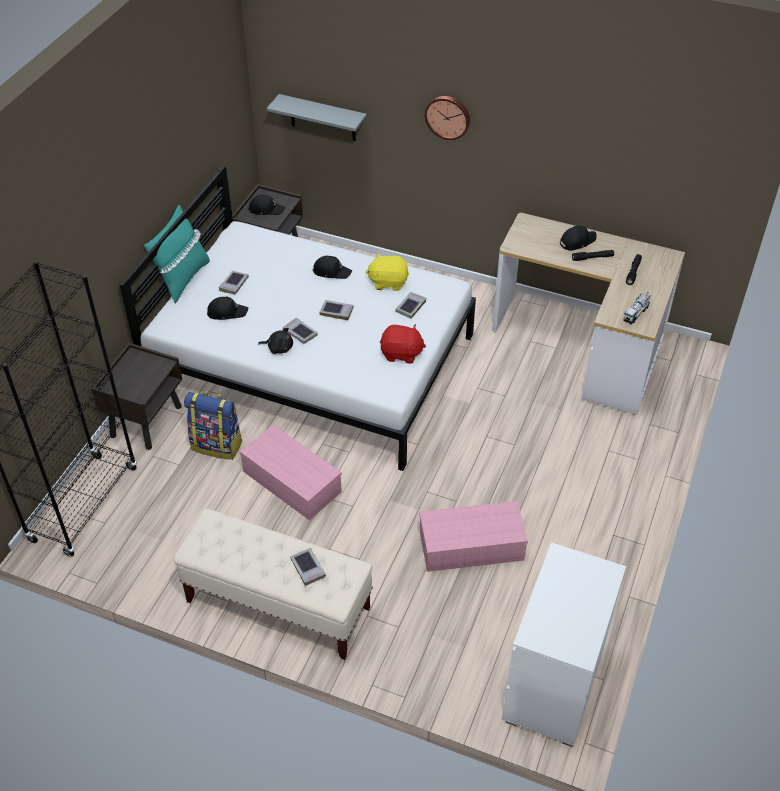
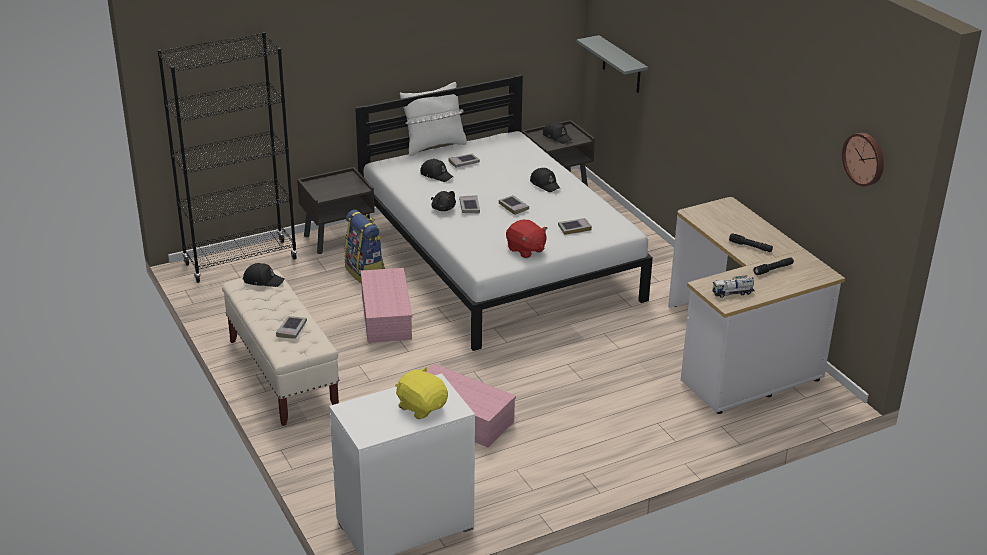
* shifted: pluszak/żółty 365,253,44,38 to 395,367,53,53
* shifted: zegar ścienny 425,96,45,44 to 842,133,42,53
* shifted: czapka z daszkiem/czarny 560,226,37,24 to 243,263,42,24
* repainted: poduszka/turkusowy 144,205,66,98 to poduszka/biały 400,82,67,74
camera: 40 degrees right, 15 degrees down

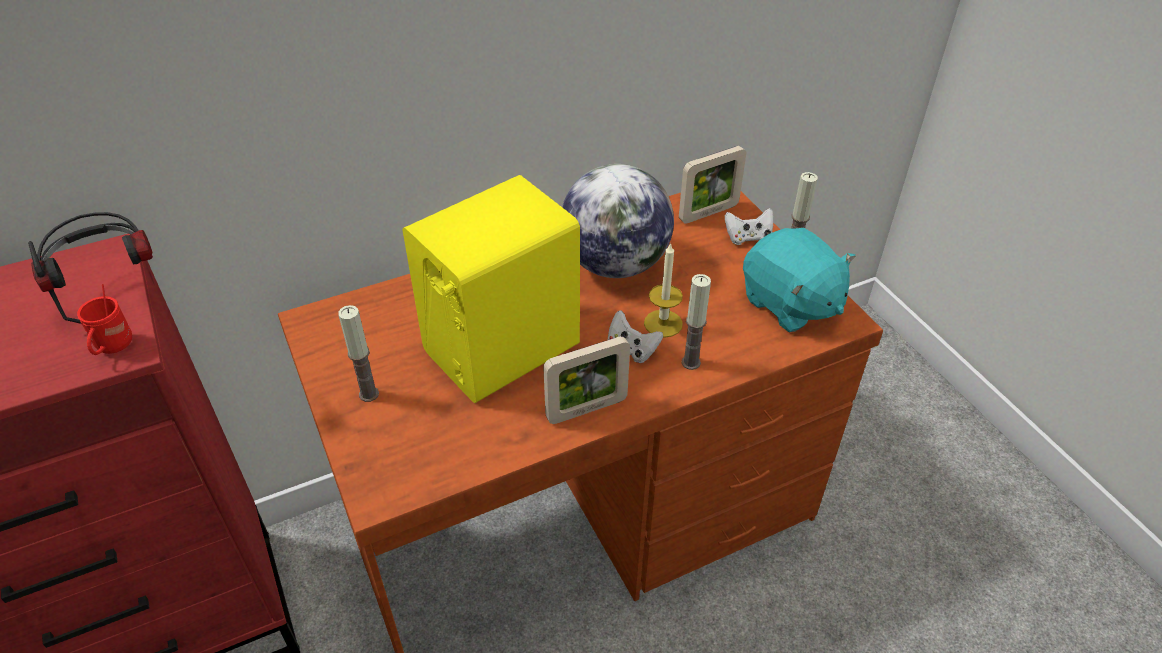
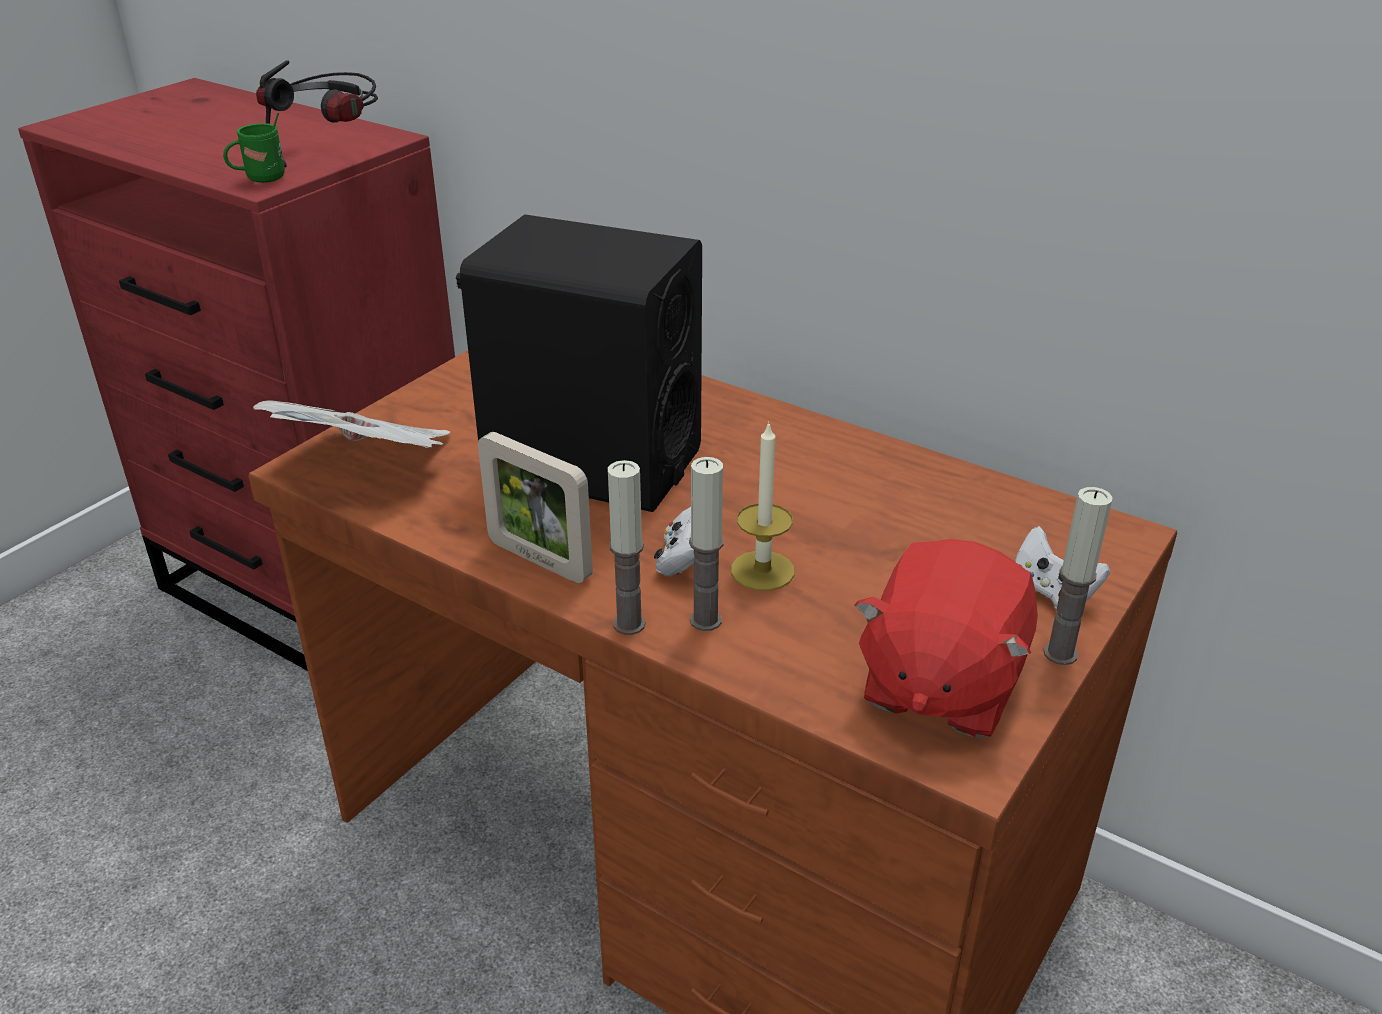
* gone: globus 562,164,112,114
* gone: ramka na zdjęcie 679,146,67,78
* new: gazeta 253,400,197,48
* shifted: świeca 338,305,41,97 to 608,460,38,175
* repainted: kubek/czerwony 77,284,55,71 to kubek/zielony 223,113,62,70
* repainted: głośnik/żółty 403,175,177,228 to głośnik/czarny 456,214,246,298
* repainted: pluszak/turkusowy 743,228,112,104 to pluszak/czerwony 854,539,184,198
camera: 60 degrees right, 10 degrees down

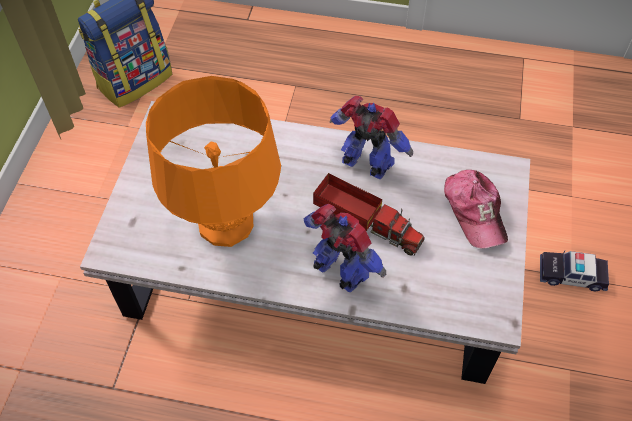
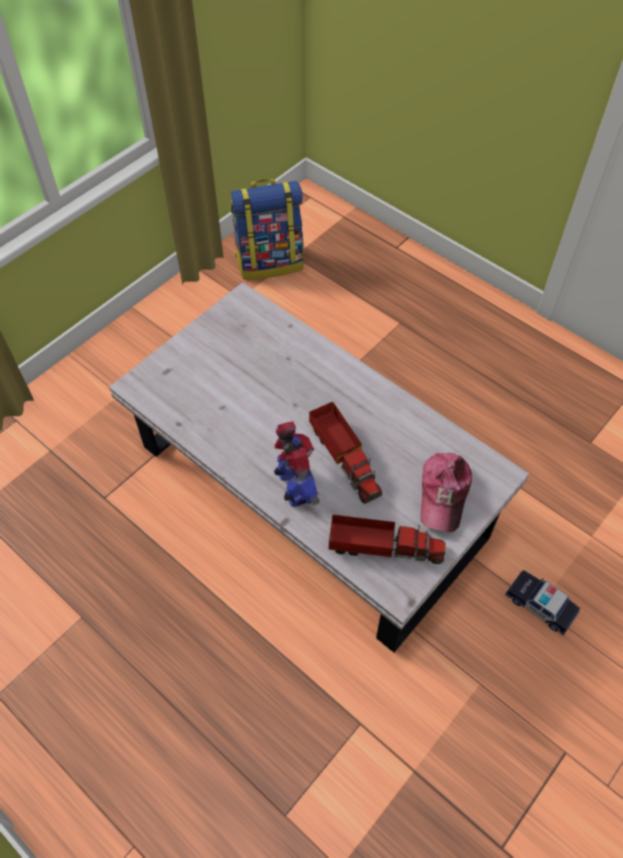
* gone: lampa stołowa/pomarańczowy 146,76,135,171
* gone: robot zabawkowy 330,96,83,83
* new: ciężarówka zabawkowa 329,515,117,49
camera: 30 degrees right, 0 degrees up

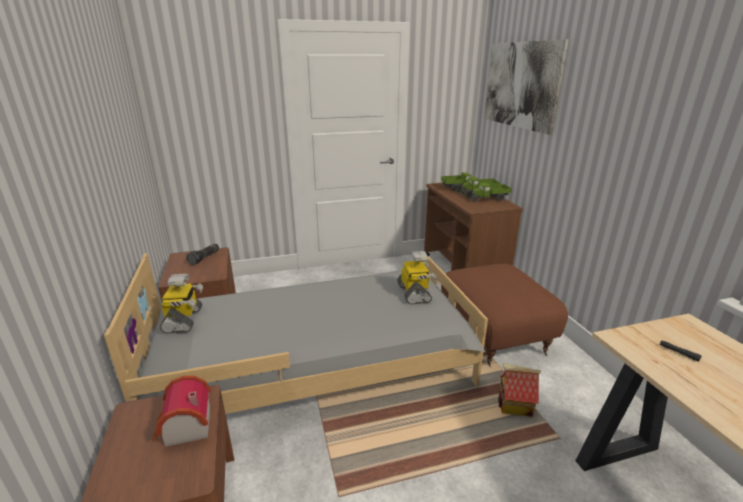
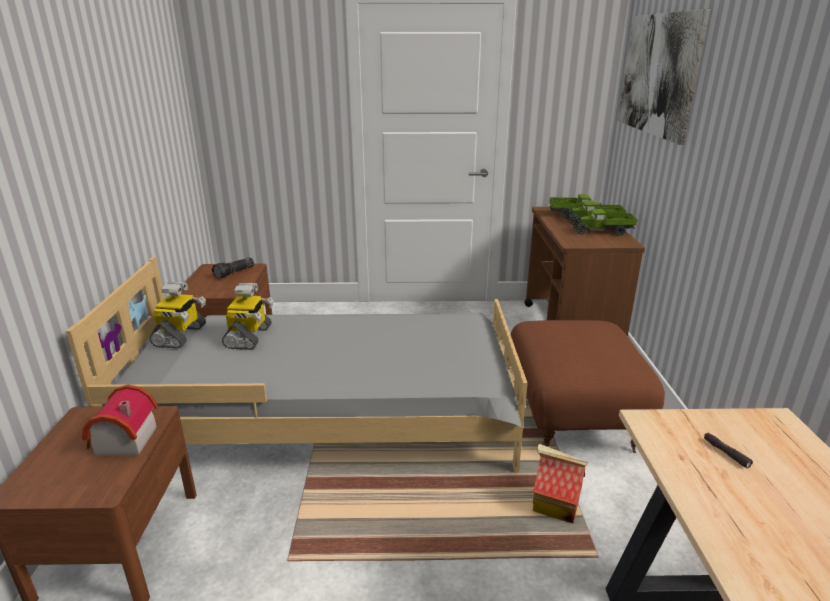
* shifted: robot zabawkowy 397,251,41,53 to 222,283,52,67
camera: 15 degrees right, 0 degrees up

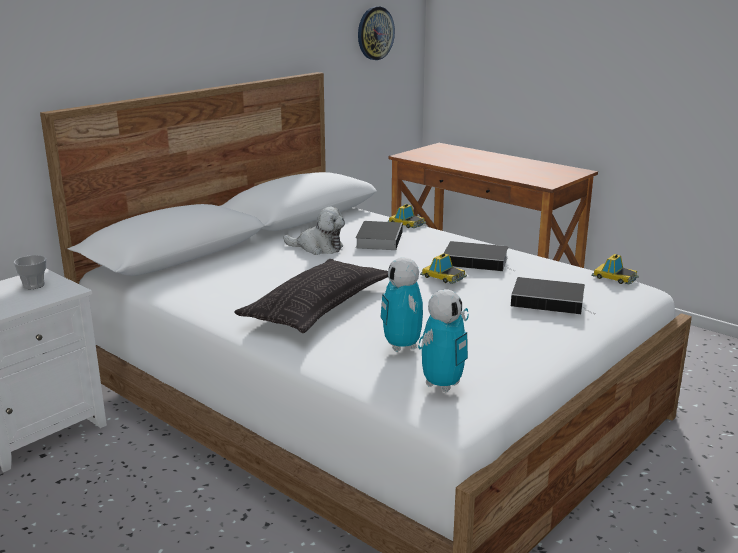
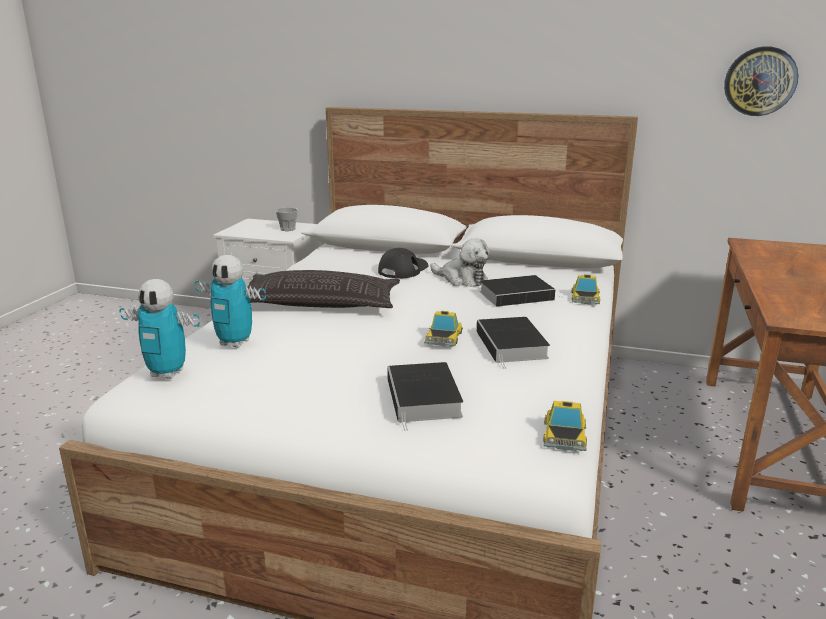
* new: czapka z daszkiem/czarny 378,248,51,31
* rotated: pluszak 283,207,62,48 = 430,238,60,49 45 degrees counterclockwise
* rotated: robot zabawkowy 381,257,42,95 = 195,255,71,93 120 degrees counterclockwise
camera: 65 degrees right, 0 degrees up

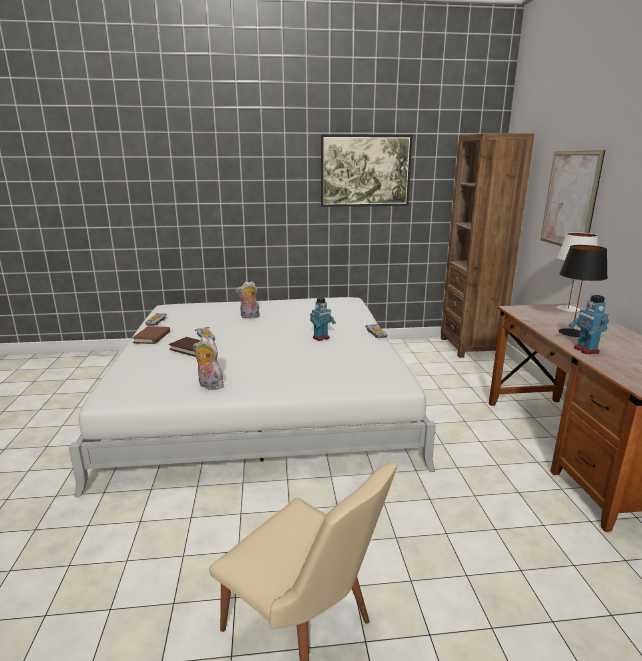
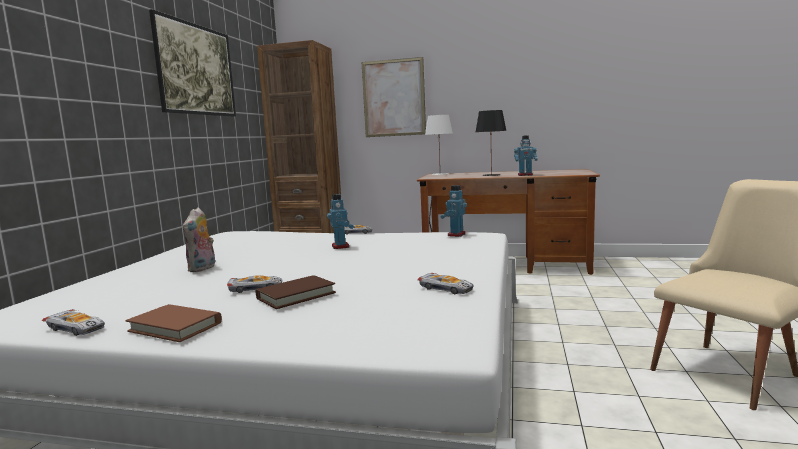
* new: robot zabawkowy 441,185,26,52
* swapped: pluszak 193,337,32,54 to samochodzik 418,273,55,21
camera: 70 degrees left, 10 degrees down

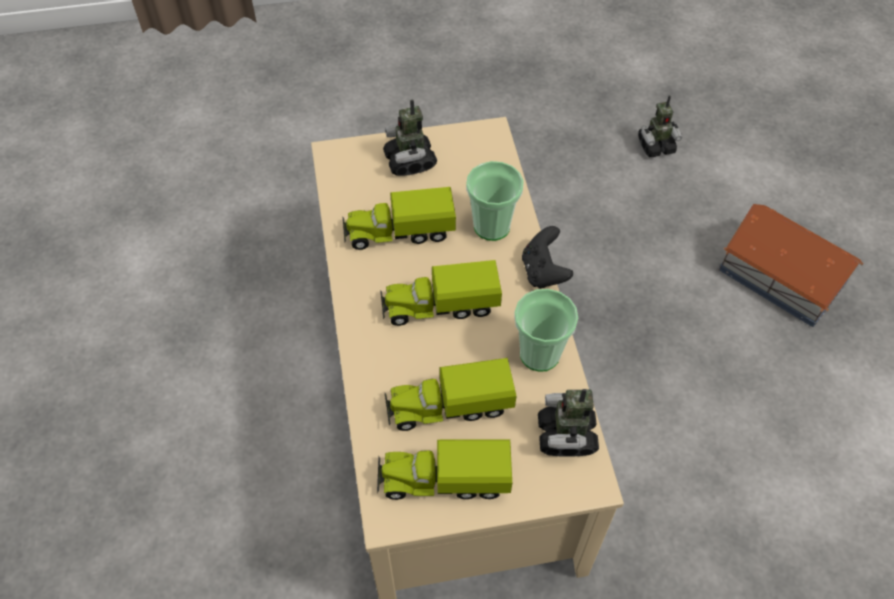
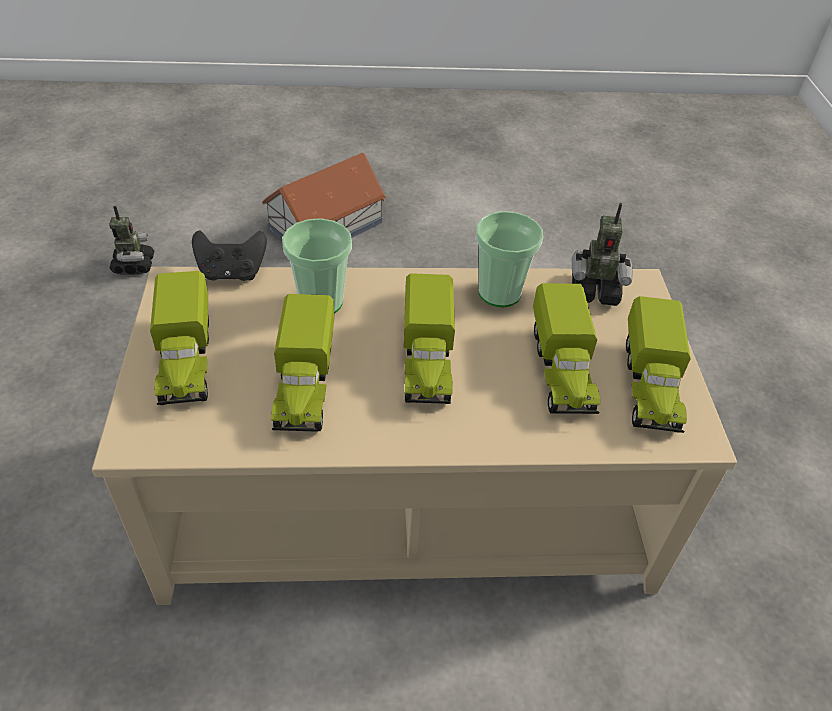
* shifted: pad do gier/czarny 522,226,51,63 to 192,230,75,51
* swapped: robot zabawkowy 383,100,54,76 to ciężarówka zabawkowa 150,271,59,134
camera: 85 degrees left, 10 degrees down

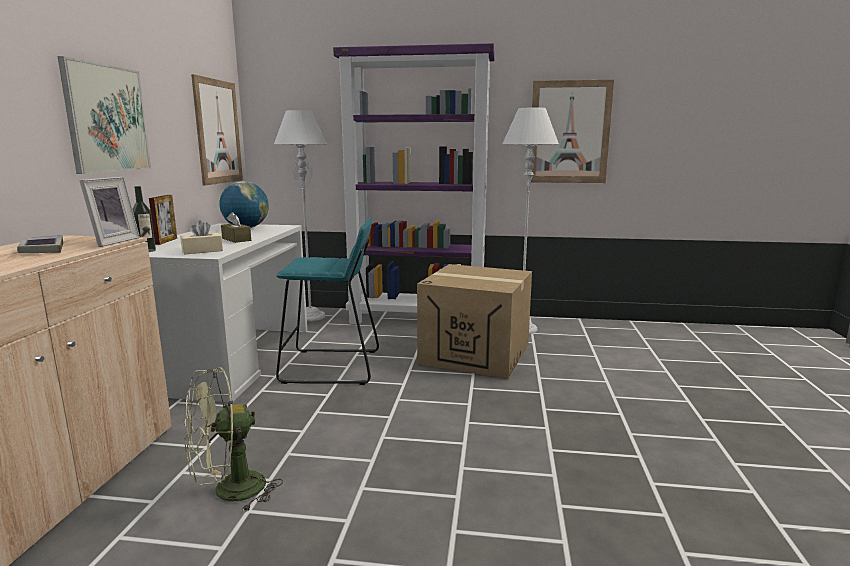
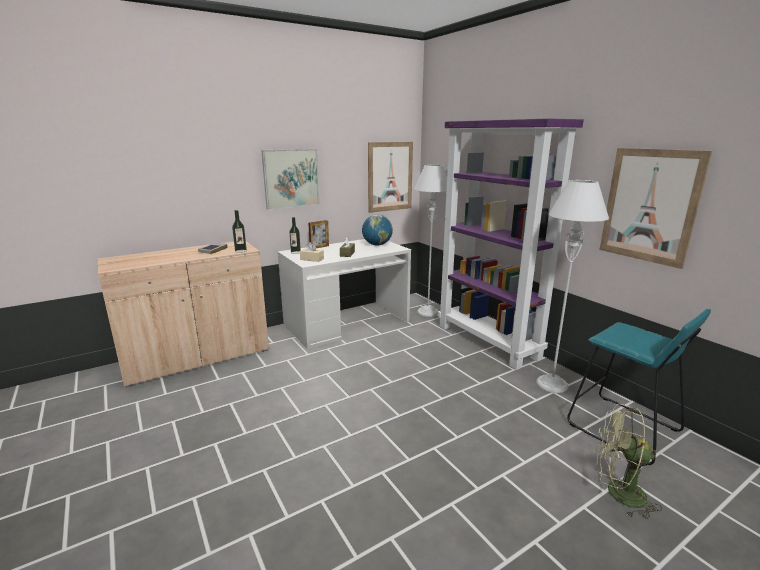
* gone: karton 417,264,115,115
* shifted: wentylator/zielony 184,367,99,146 to 595,404,67,115
* shifted: stołek/turkusowy 276,218,103,167 to 567,309,144,157
* swapped: ramka na zdjęcie 79,177,61,70 to butelka 232,210,15,43
camera: 50 degrees right, 5 degrees up

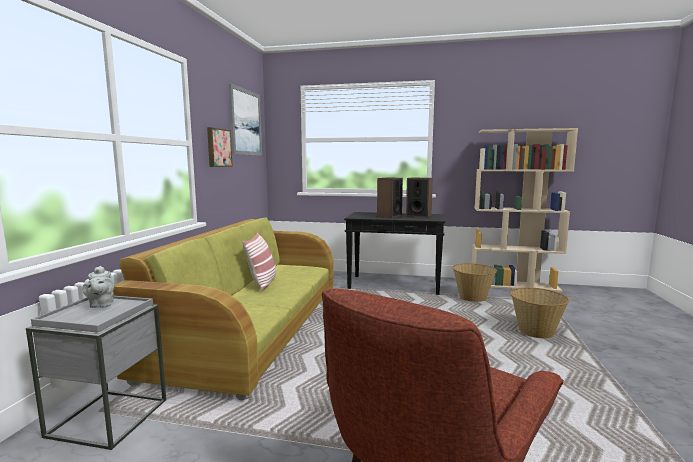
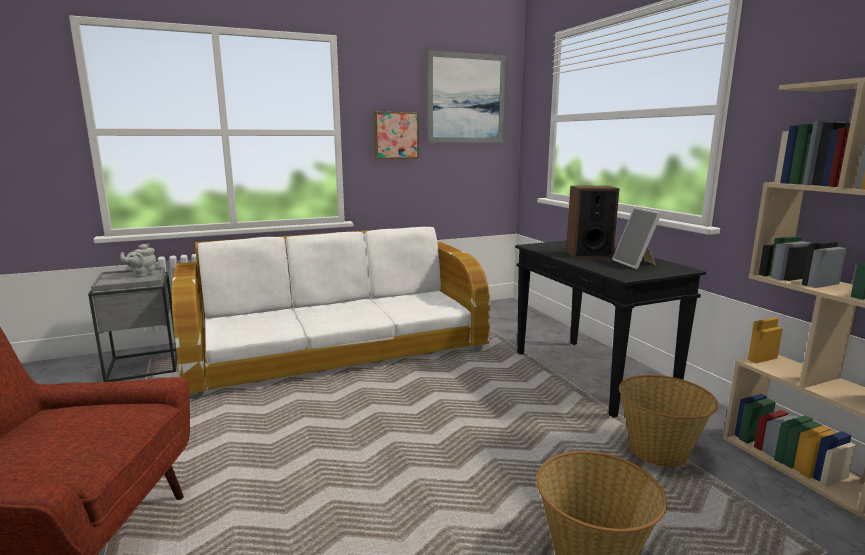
* gone: poduszka 243,233,33,58
* swapped: głośnik 406,178,27,40 to ramka na zdjęcie 612,207,49,62
* repainted: kanapa/zielony 113,218,221,182 to kanapa/biały 172,226,318,173
camera: 55 degrees right, 5 degrees up

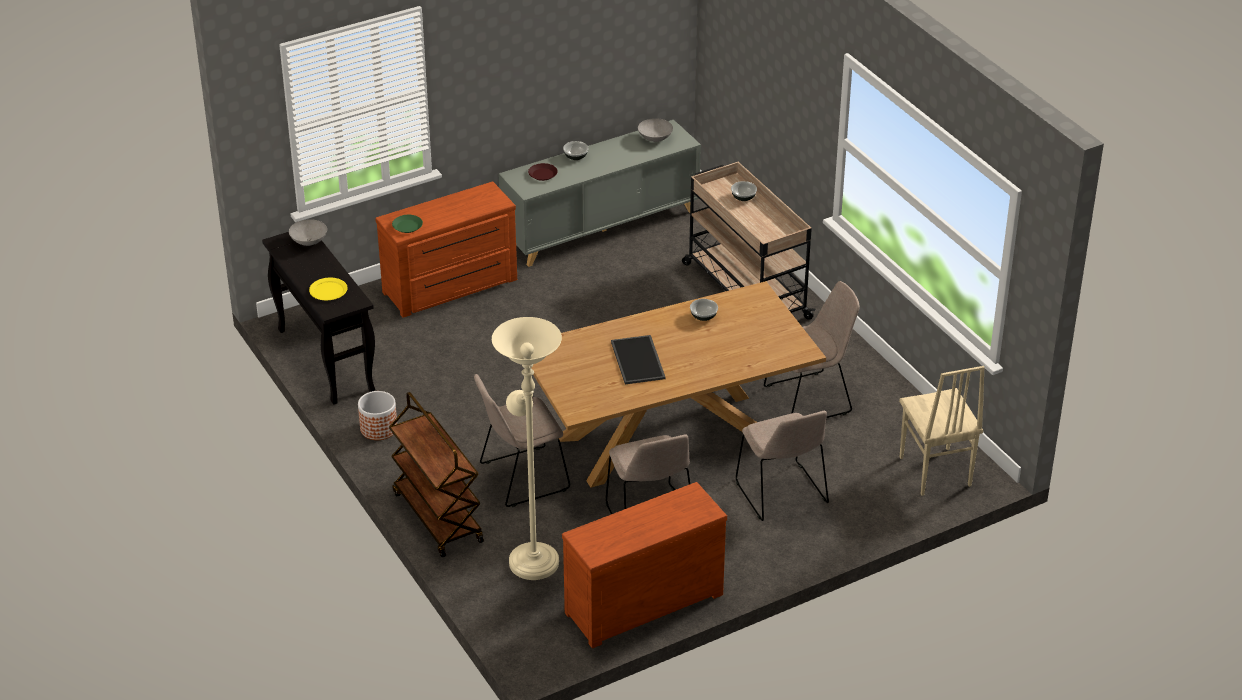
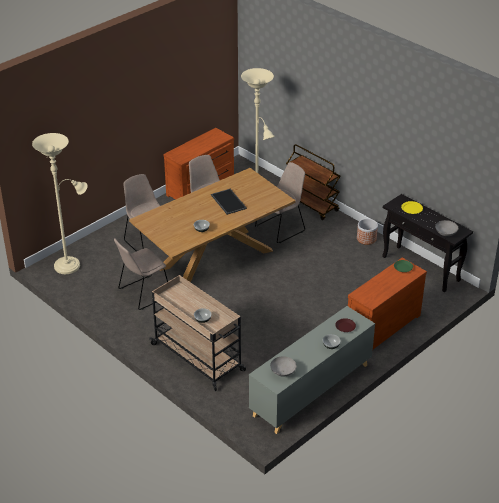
* swapped: krzesło/beżowy 899,366,86,130 to lampa stojąca/beżowy 32,133,56,141
camera: 165 degrees right, 0 degrees up

